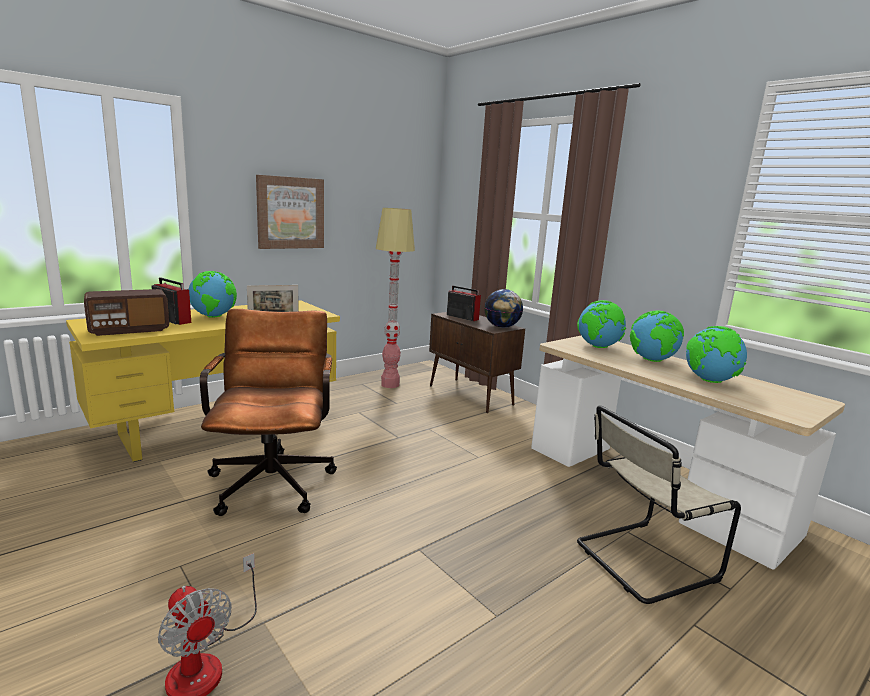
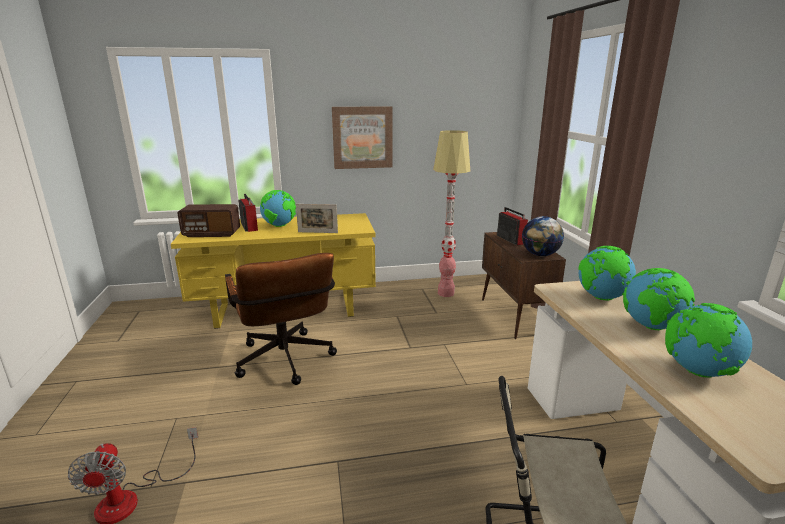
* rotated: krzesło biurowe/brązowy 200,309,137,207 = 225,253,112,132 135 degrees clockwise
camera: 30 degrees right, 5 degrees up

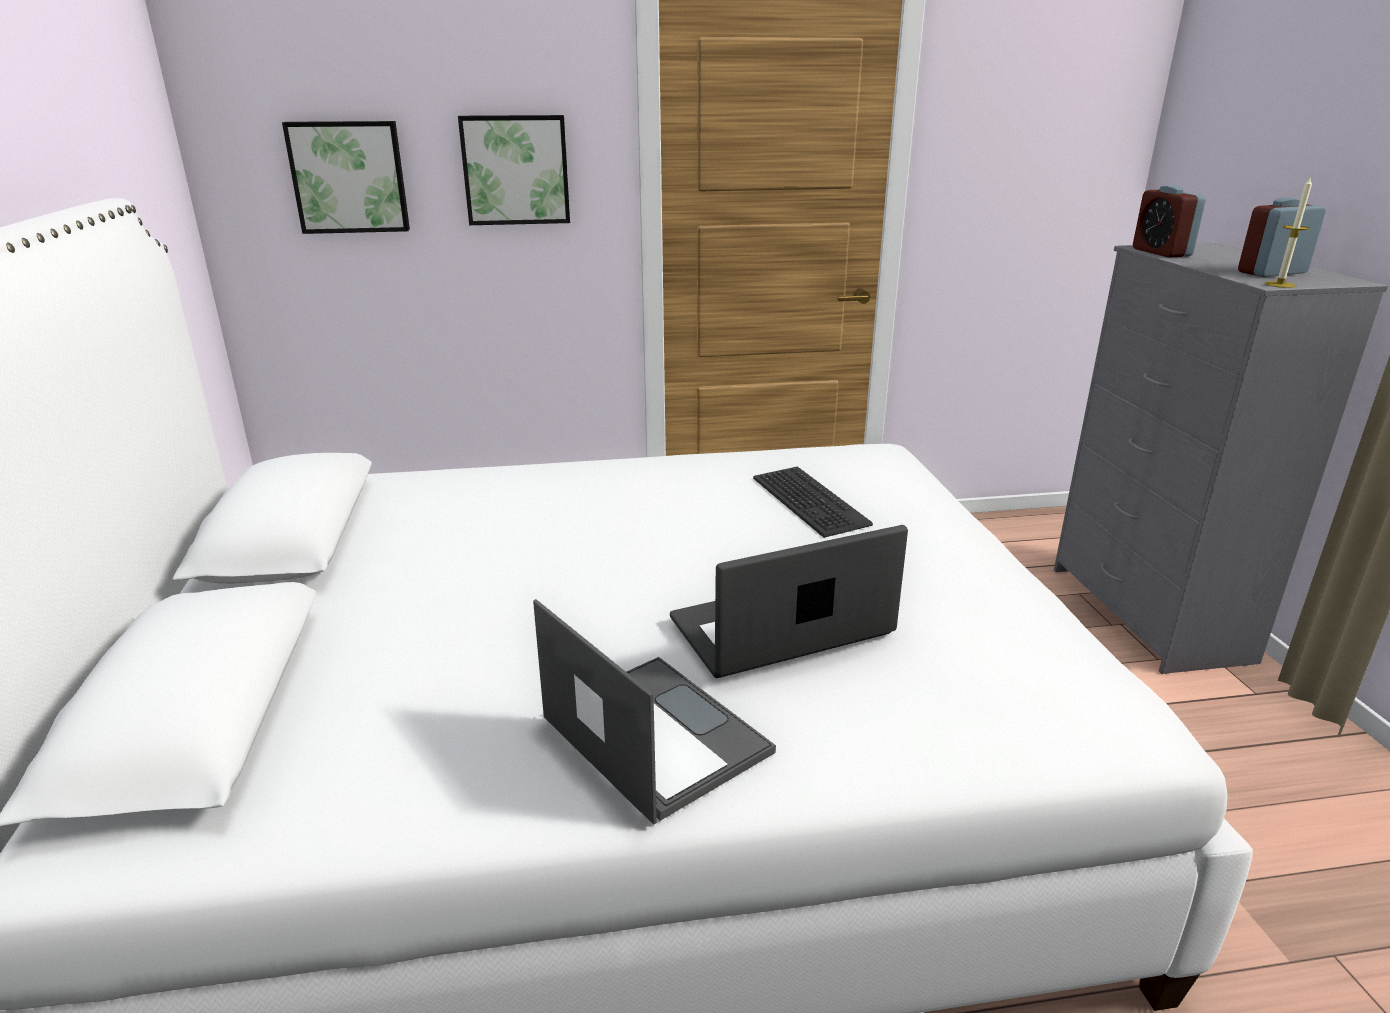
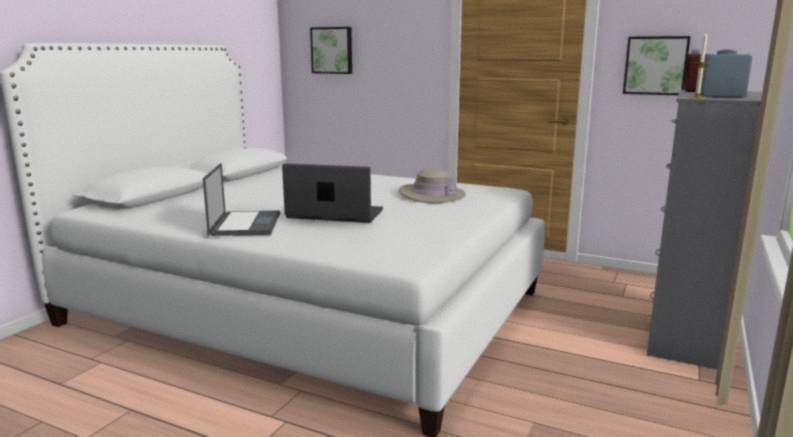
* shifted: obraz 458,115,112,110 to 623,36,68,59
* swapped: klawiatura 753,466,120,72 to kapelusz/beżowy 399,168,67,35
camera: 35 degrees right, 10 degrees down

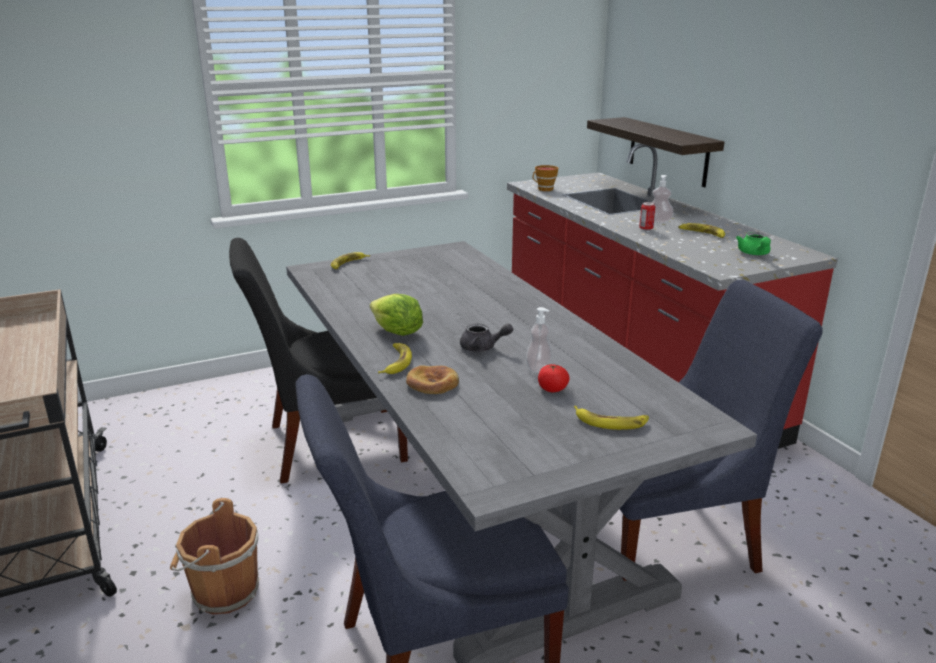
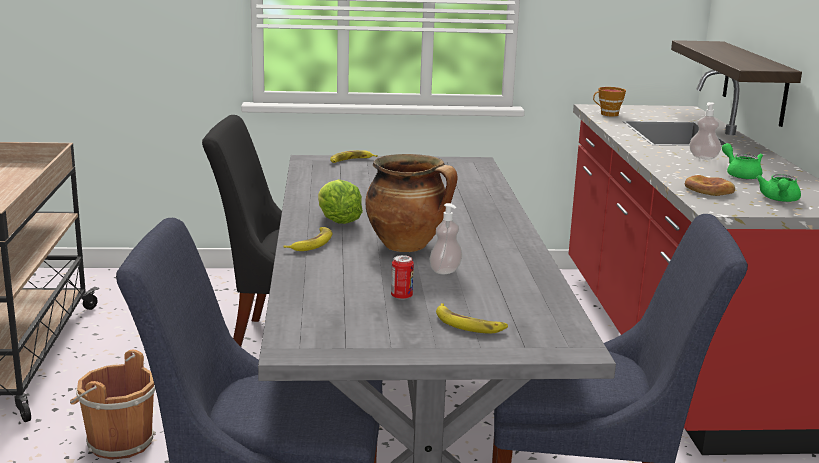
* gone: pomidor 538,364,32,28
* shifted: chleb 406,365,53,29 to 685,175,50,21
* shifted: puszka 639,202,16,29 to 391,255,23,45
* swapped: imbryk/szary 460,323,53,29 to garnek 365,154,93,98
* swapped: banan 678,223,47,15 to imbryk/zielony 722,143,41,36
camera: 20 degrees right, 5 degrees down

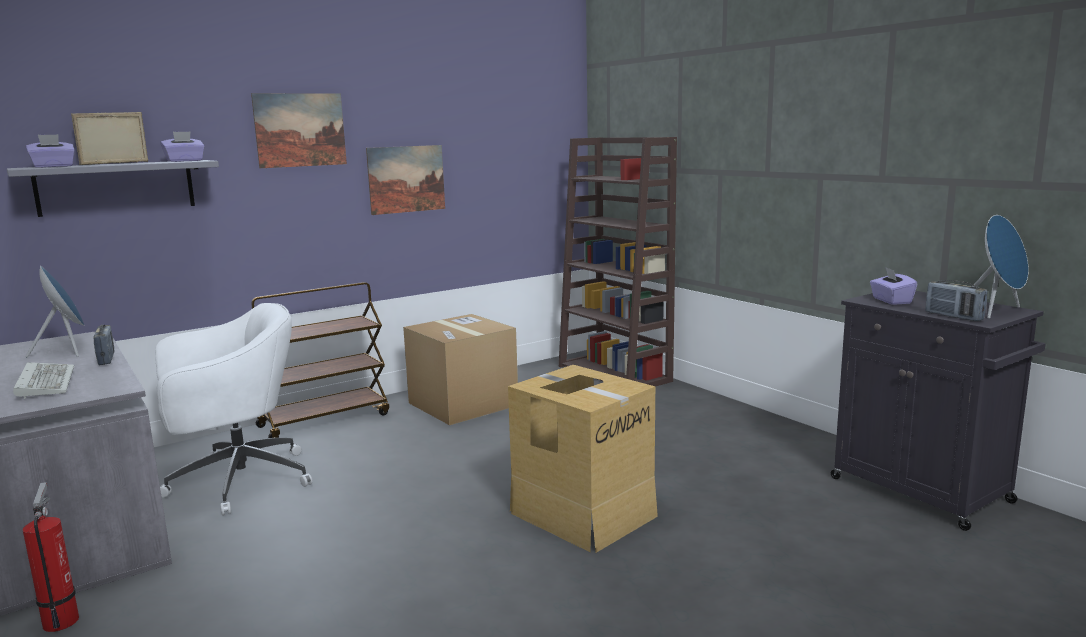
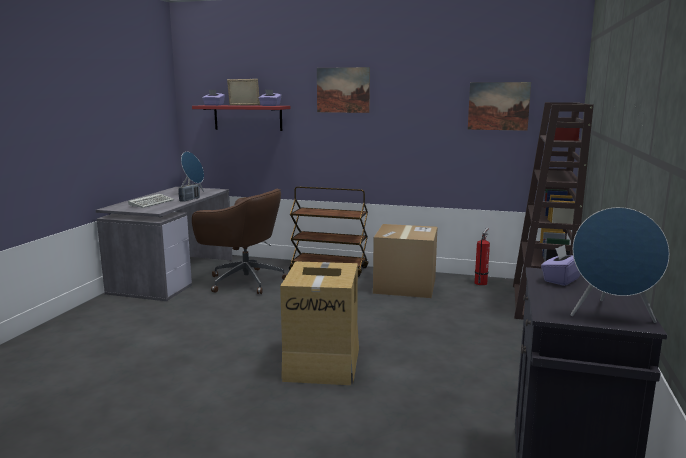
* gone: radio 925,280,62,41
* shifted: gaśnica 23,482,56,150 to 475,227,15,58
* shifted: obraz 366,145,79,70 to 468,82,63,49
* repainted: półka/szary 7,160,212,57 to półka/czerwony 192,105,98,26
* repainted: krzesło biurowe/biały 155,303,158,213 to krzesło biurowe/brązowy 192,189,95,105
camera: 50 degrees right, 0 degrees up

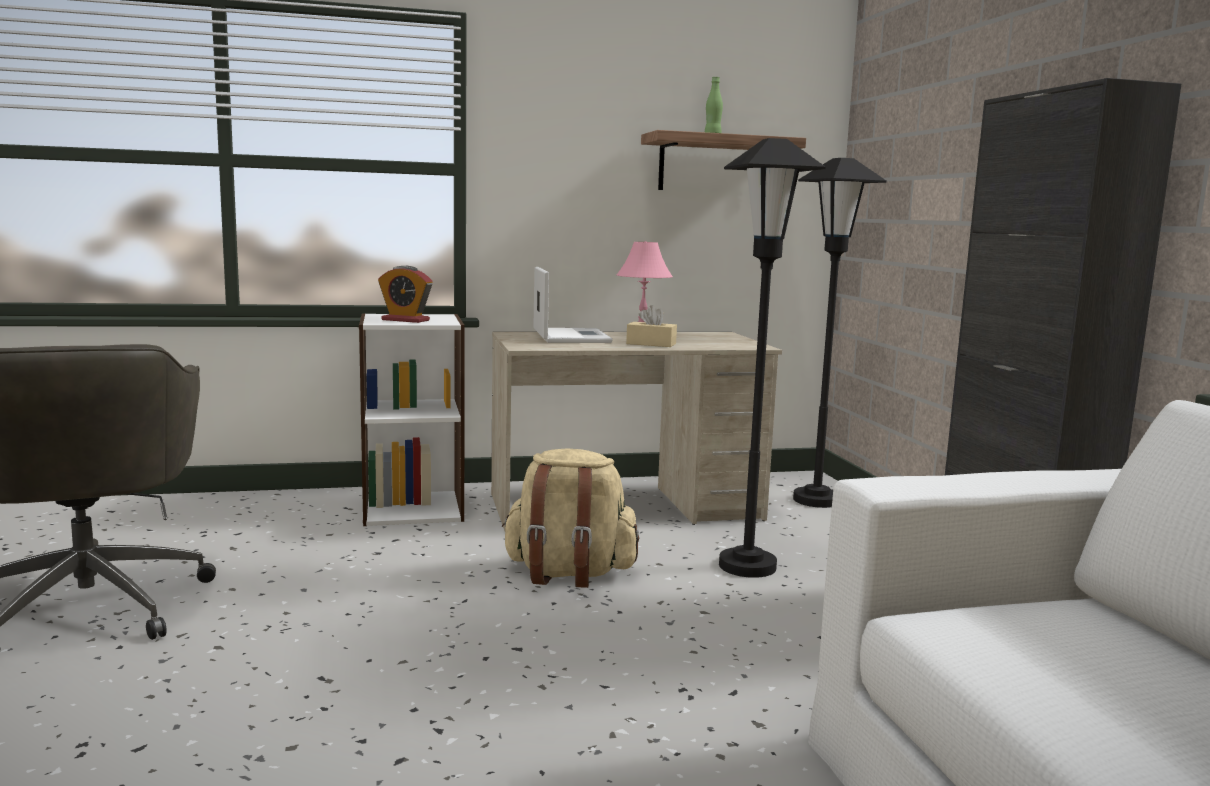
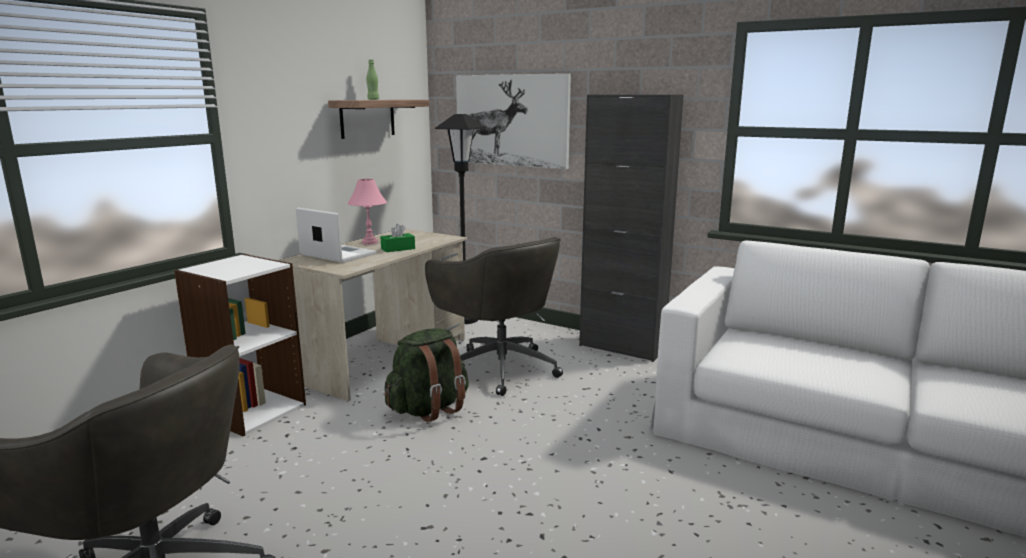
* gone: budzik 378,266,55,57
* new: obraz 456,73,115,96
* swapped: lampa stojąca/czarny 719,138,107,440 to krzesło biurowe/szary 425,237,138,159
* repainted: plecak/beżowy 502,448,137,140 to plecak/zielony 384,328,85,94
* repainted: pudełko chusteczek/beżowy 626,305,51,42 to pudełko chusteczek/zielony 380,224,35,28
camera: 45 degrees left, 5 degrees up

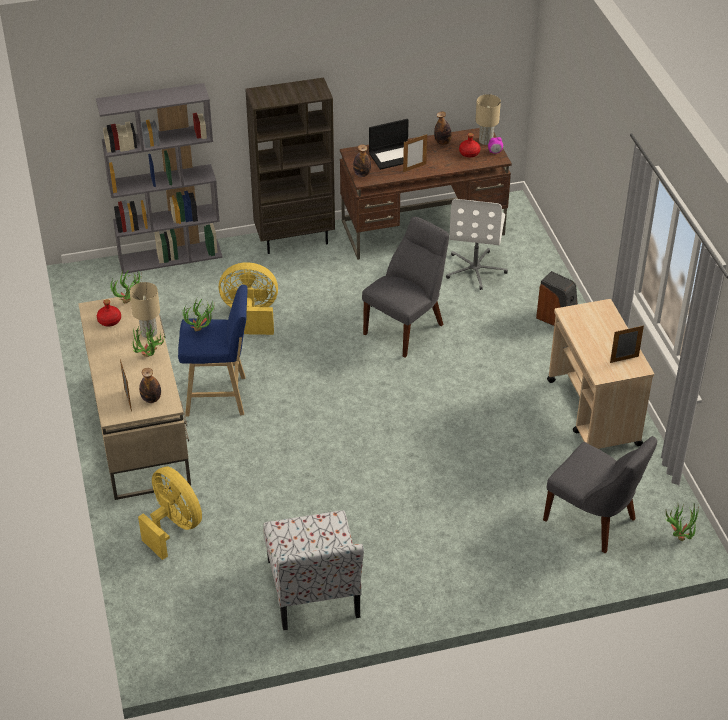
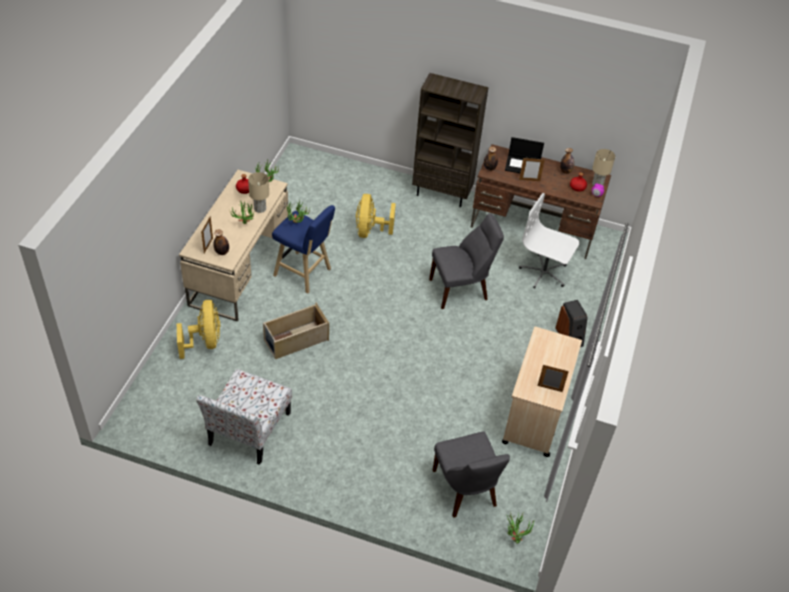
* gone: regał/szary 96,83,127,191
* new: pojemnik do przechowywania/beżowy 263,303,66,56
* rotated: wentylator/żółty 219,262,59,73 = 356,194,40,44 120 degrees counterclockwise
* rotated: krzesło biurowe/biały 446,199,62,91 = 519,193,61,96 75 degrees clockwise
camera: 30 degrees right, 5 degrees up

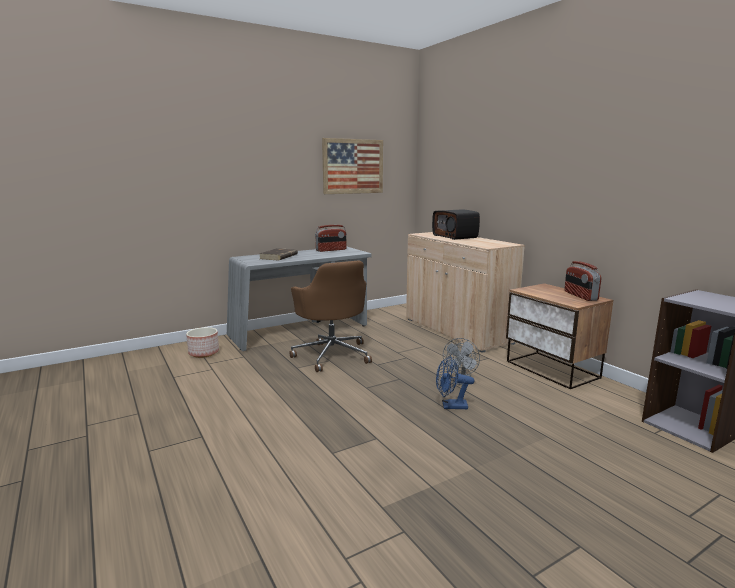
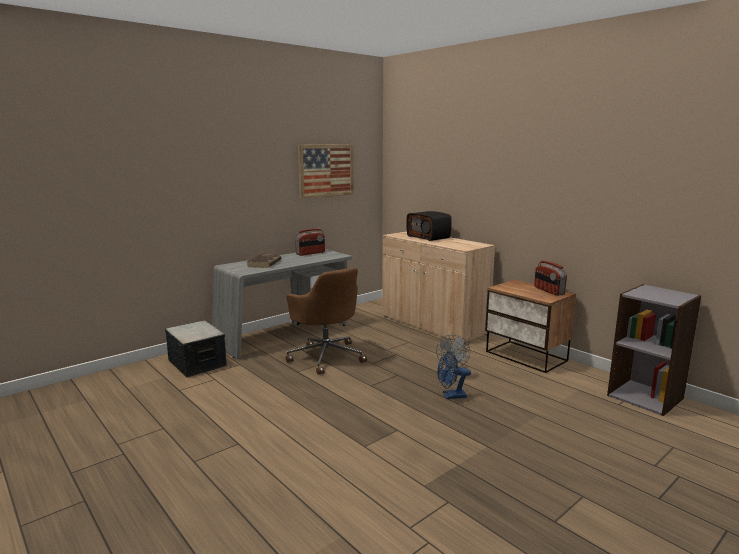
* swapped: donica 186,327,33,31 to pojemnik do przechowywania 165,320,62,58
camera: 10 degrees left, 0 degrees up

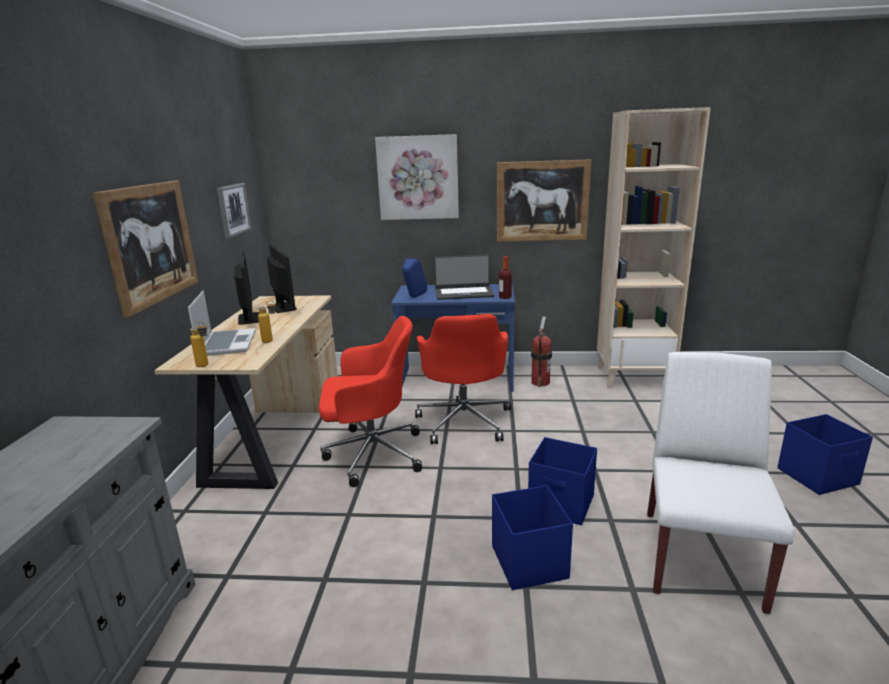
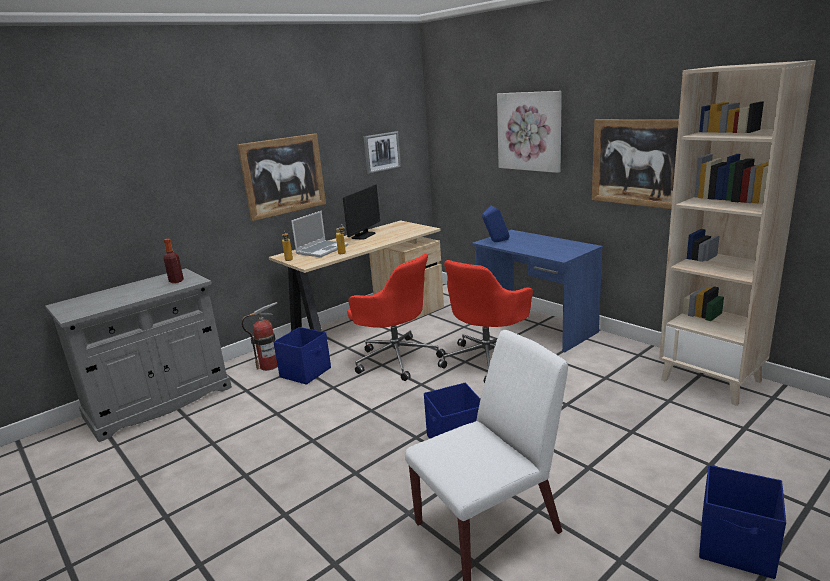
* gone: monitor 267,244,30,69
* gone: laptop 434,255,60,45
* shifted: pojemnik do przechowywania/niebieski 492,485,81,105 to 274,327,57,58
* shifted: butelka 499,256,13,43 to 163,239,21,44
* shifted: gaśnica 531,317,21,70 to 241,302,37,69
camera: 45 degrees right, 0 degrees up

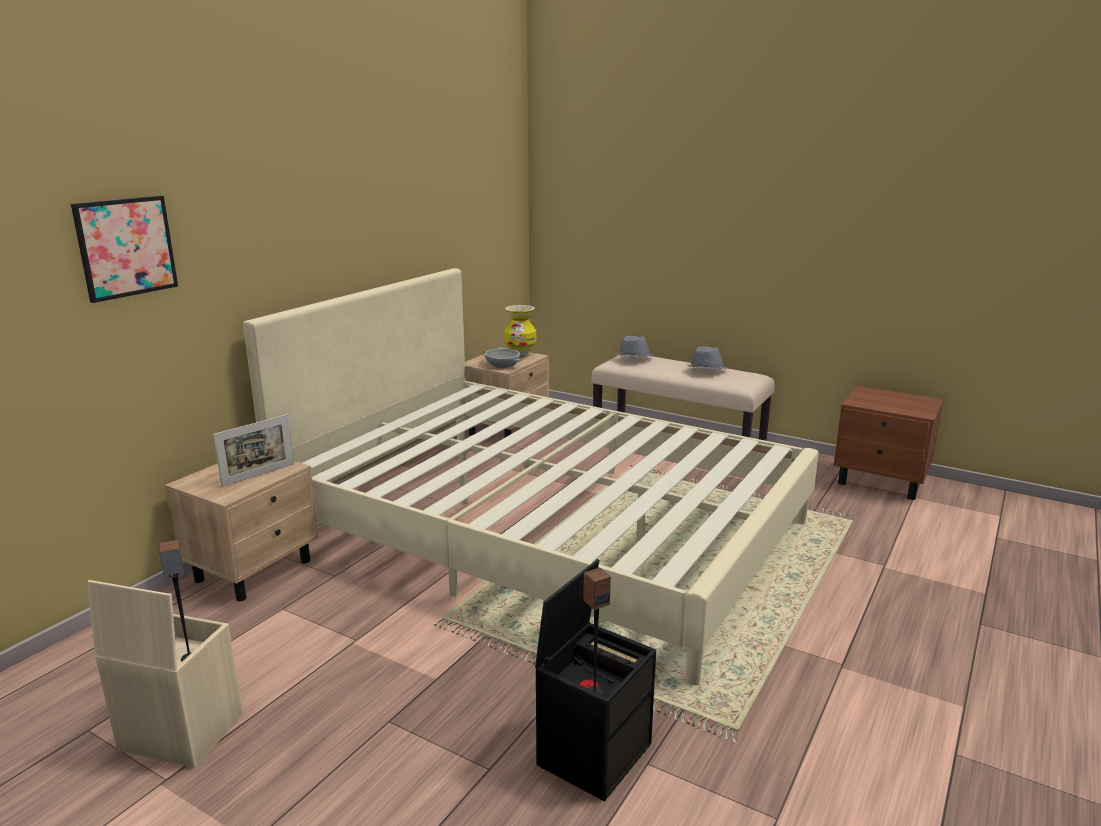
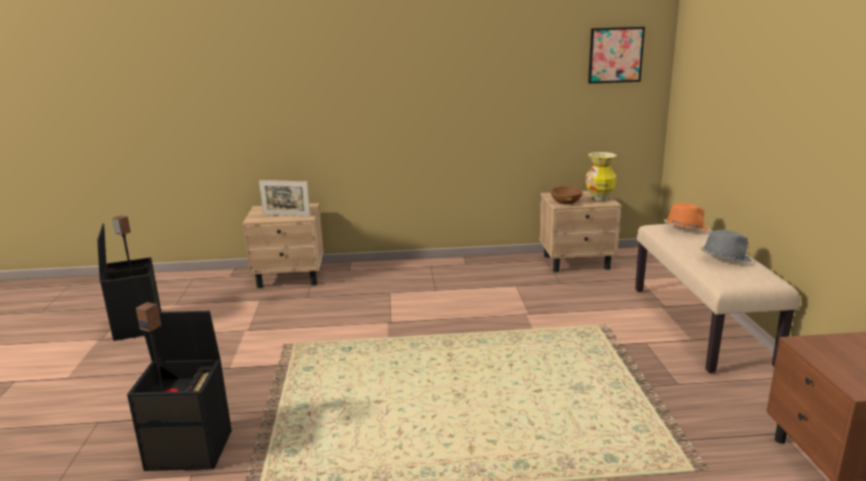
* gone: łóżko/beżowy 243,268,576,417
* shifted: obraz 71,196,107,107 to 588,27,57,57
* repainted: pojemnik do przechowywania/beżowy 87,580,156,188 to pojemnik do przechowywania/czarny 97,224,64,117
* repainted: miska/szary 483,348,39,20 to miska/brązowy 551,186,32,18
* repainted: kapelusz/szary 615,336,39,21 to kapelusz/pomarańczowy 664,203,45,27
camera: 55 degrees right, 0 degrees up

